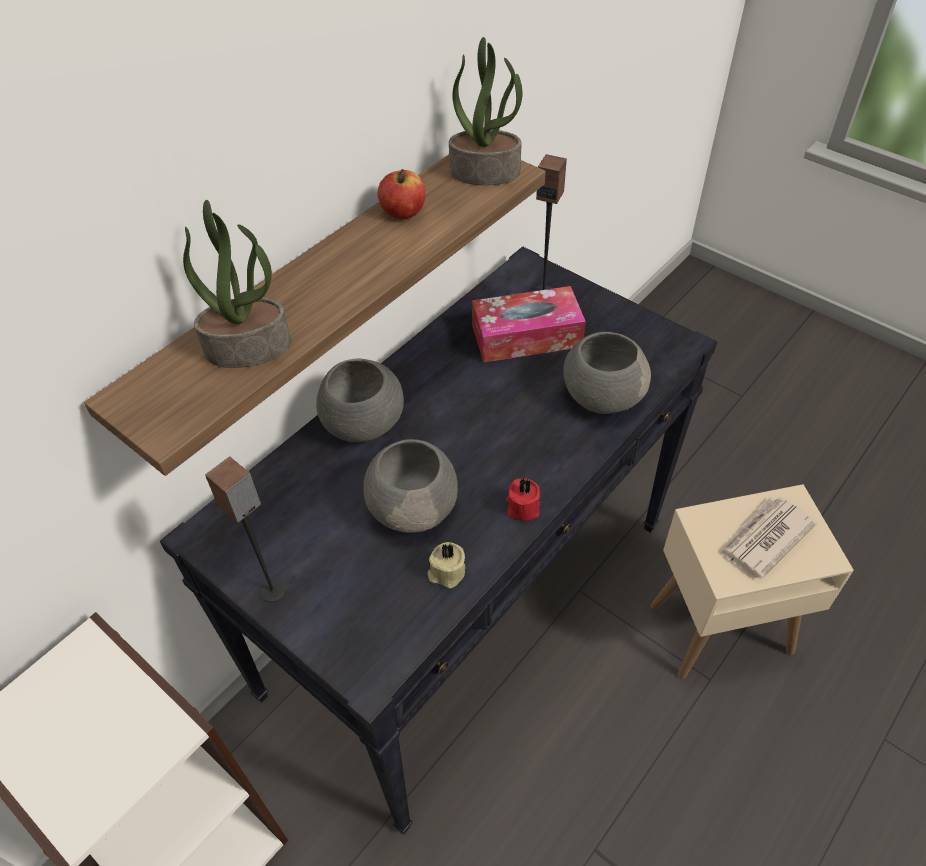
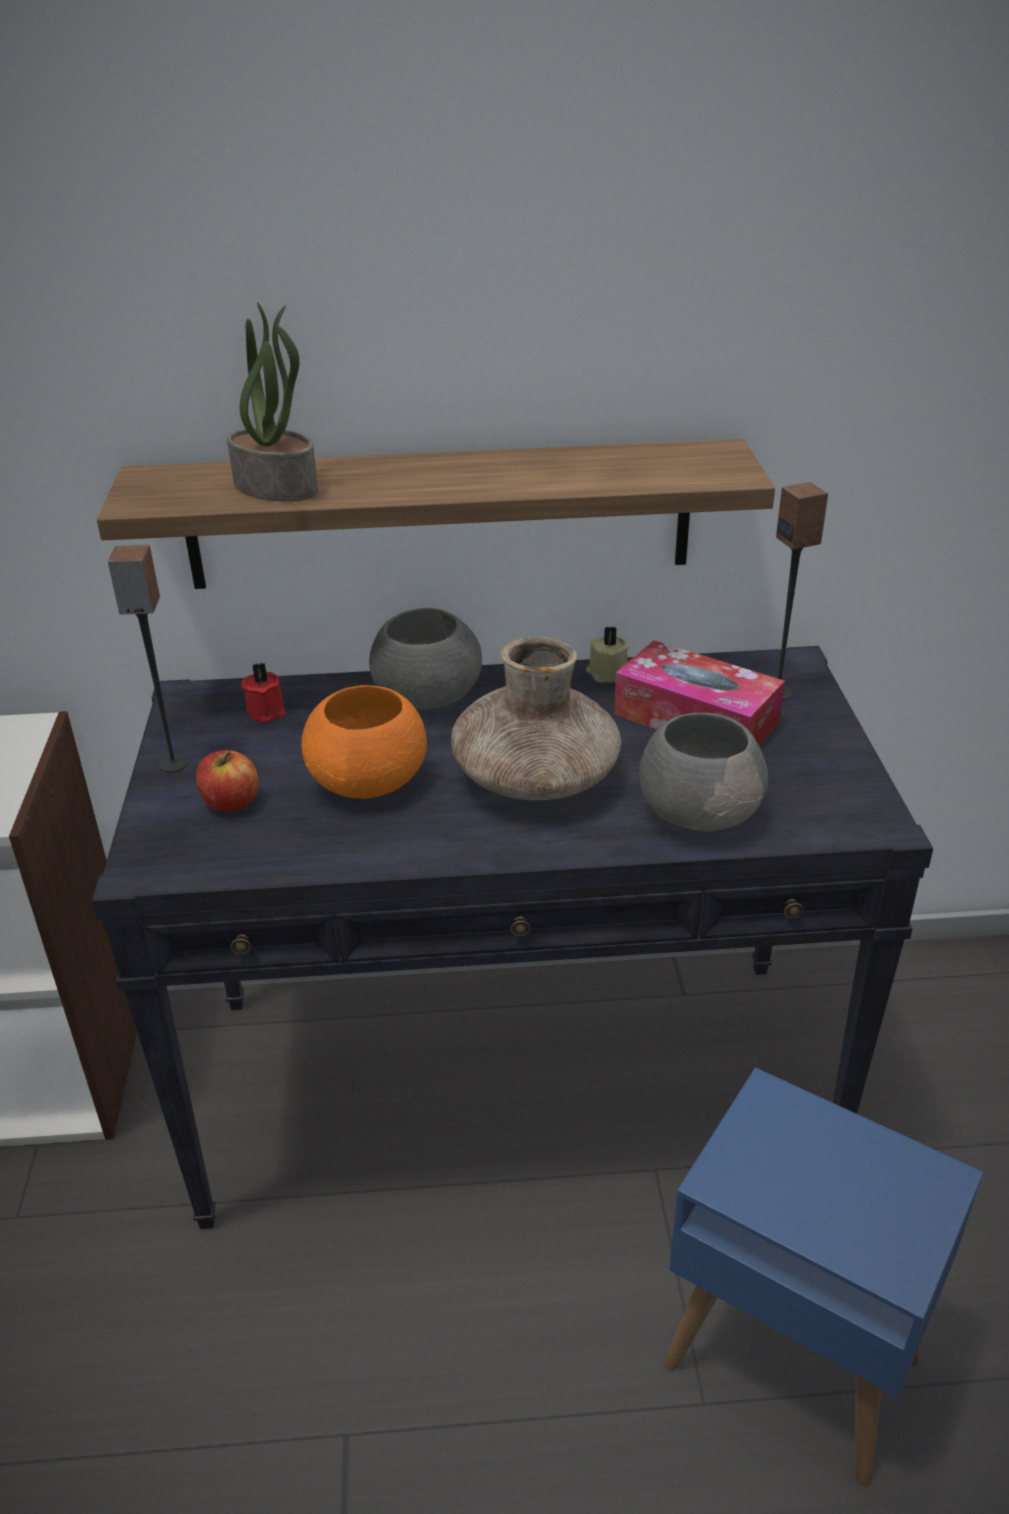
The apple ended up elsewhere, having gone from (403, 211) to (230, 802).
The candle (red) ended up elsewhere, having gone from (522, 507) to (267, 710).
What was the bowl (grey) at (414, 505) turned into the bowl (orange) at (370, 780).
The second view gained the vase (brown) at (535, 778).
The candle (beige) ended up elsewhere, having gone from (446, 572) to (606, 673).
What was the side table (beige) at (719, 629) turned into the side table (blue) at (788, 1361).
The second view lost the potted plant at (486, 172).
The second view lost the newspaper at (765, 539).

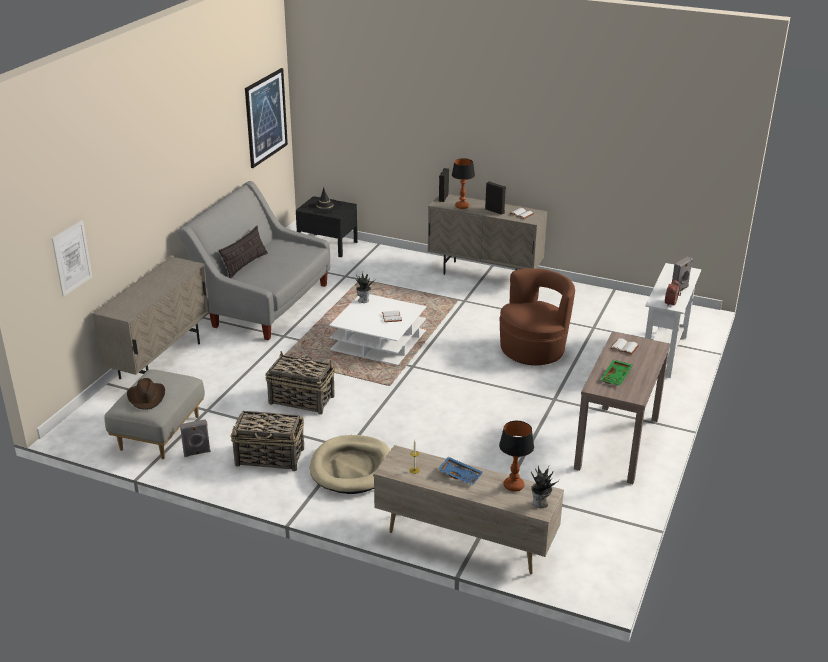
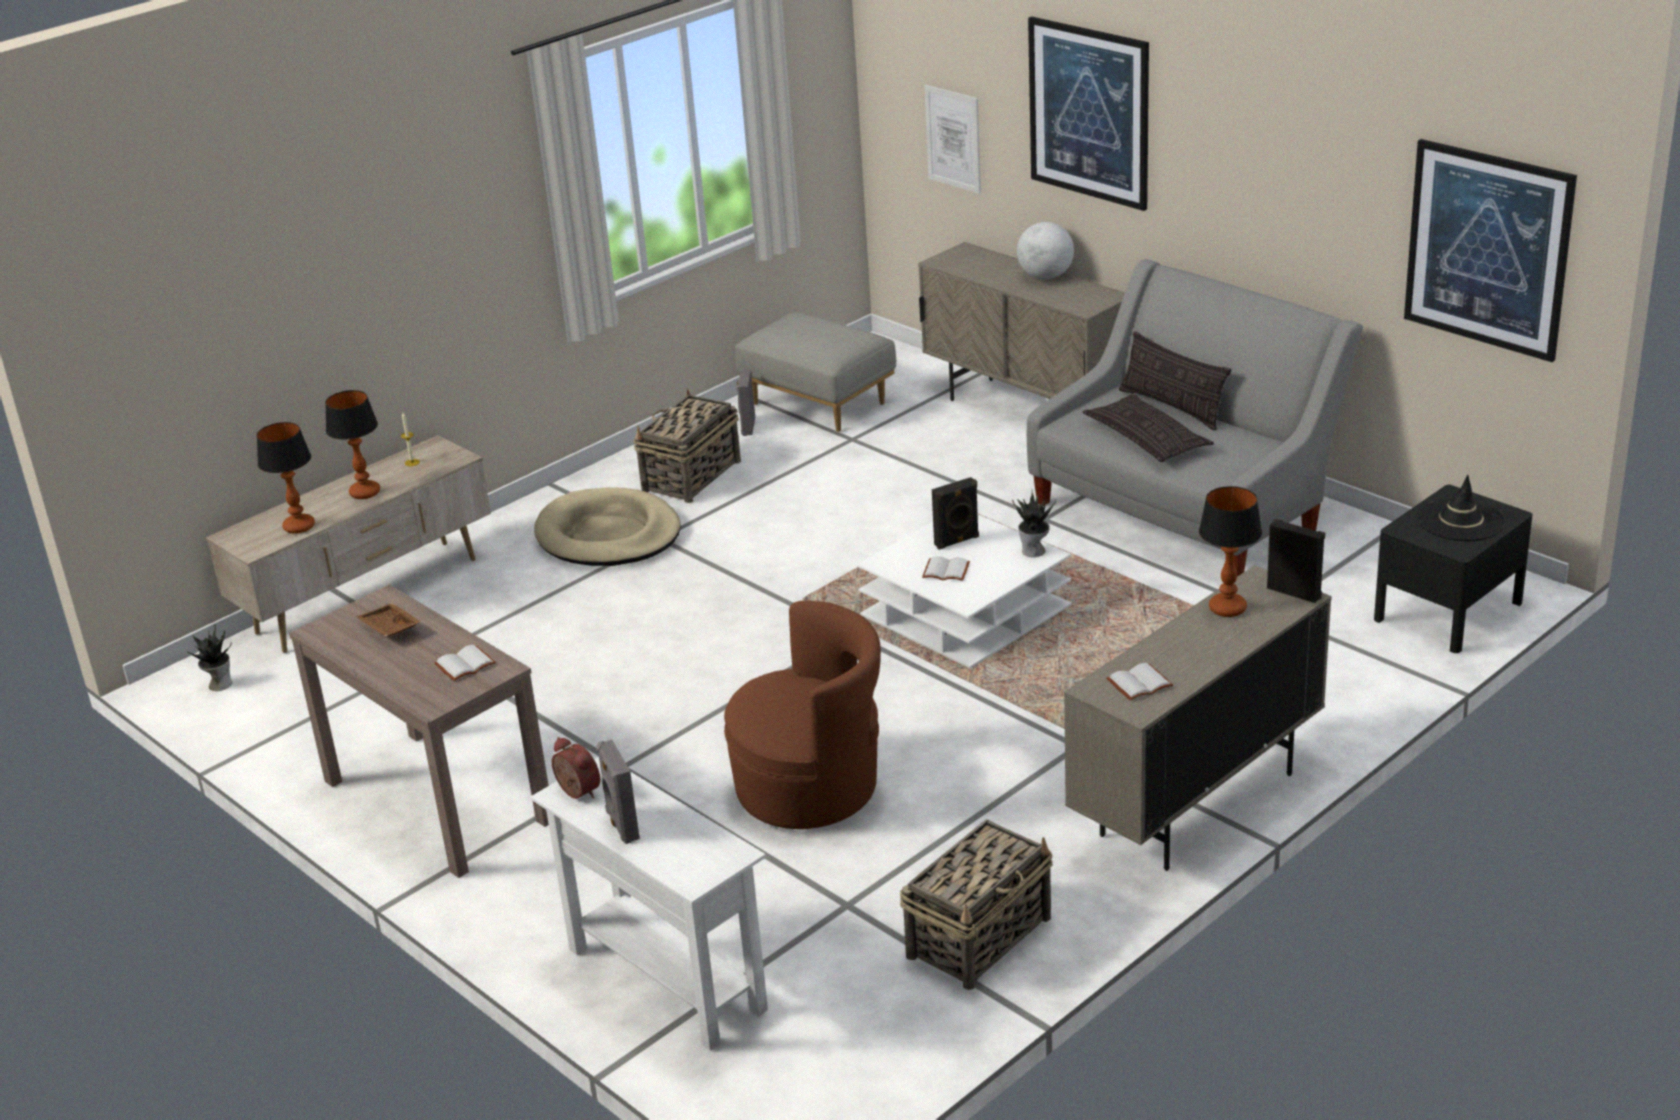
The potted plant ended up elsewhere, having gone from (540, 503) to (219, 684).
Where the tray (blue) stood at (460, 475), the table lamp came to stand at (366, 493).
What was the tray (green) at (616, 377) turned into the tray (brown) at (389, 628).
The armchair (brown) at (533, 350) ended up facing another way, 75 degrees counterclockwise from before.
The basket ended up elsewhere, having gone from (301, 399) to (980, 936).
The speaker (black) ended up elsewhere, having gone from (495, 211) to (957, 541).
The second view gained the globe at (1045, 276).
The second view gained the picture at (1089, 112).
The second view gained the pillow at (1146, 437).
The second view lost the hat (brown) at (147, 397).

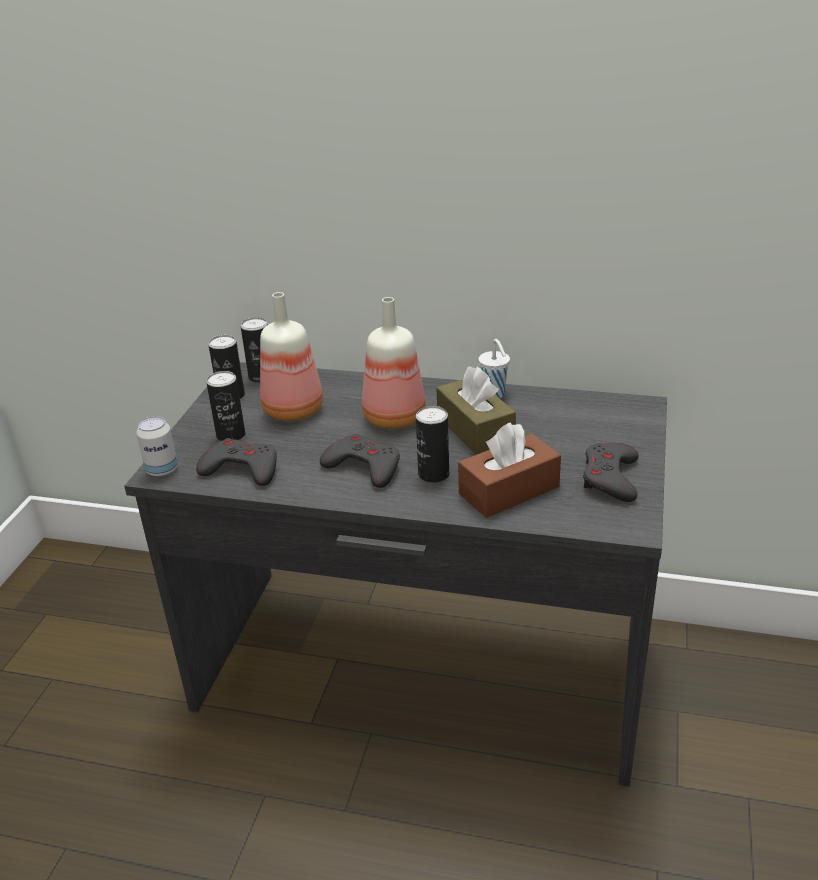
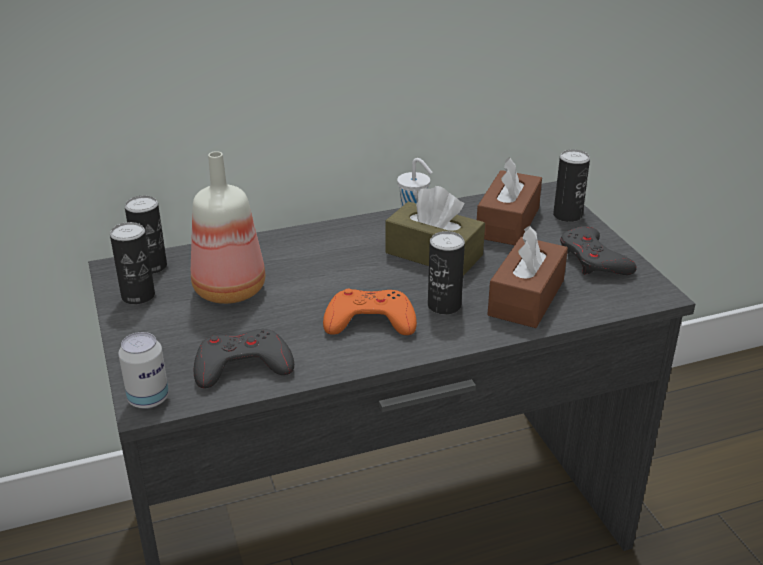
What was the game controller (grey) at (364, 467) turned into the game controller (orange) at (369, 321).
The second view gained the tissue box (brown) at (508, 223).
The can ended up elsewhere, having gone from (231, 435) to (567, 215).
The second view lost the bottle at (393, 419).

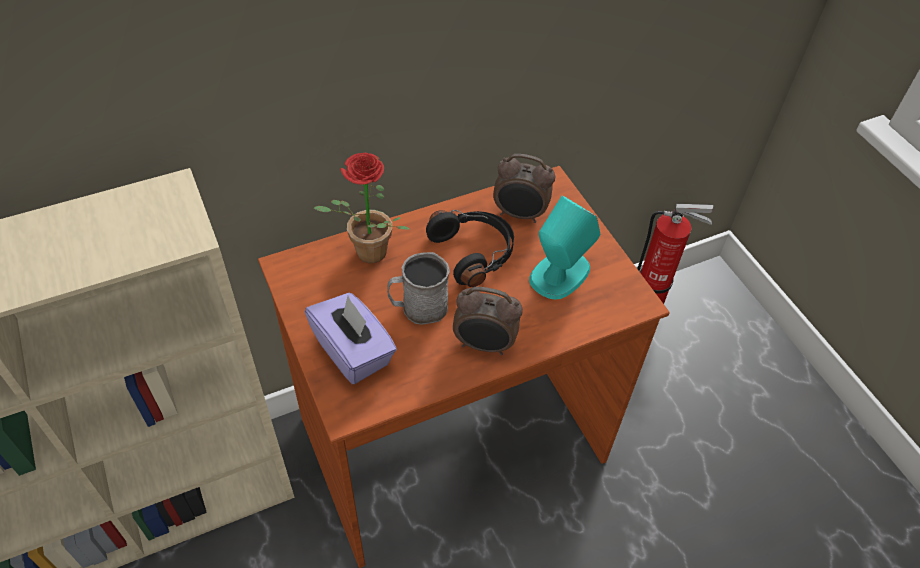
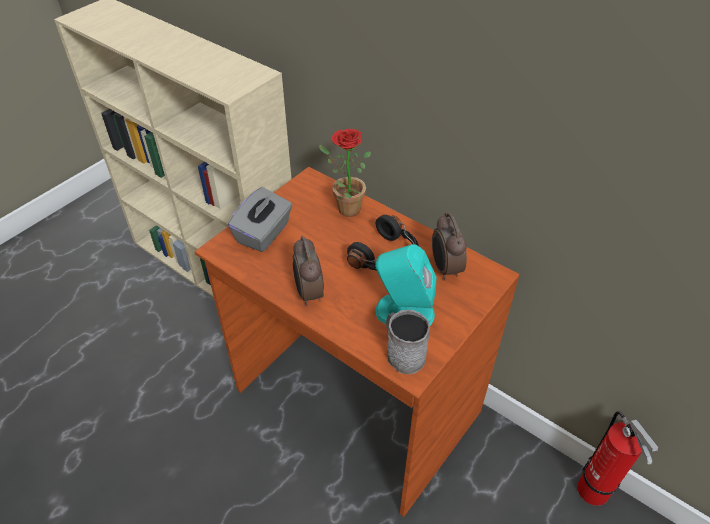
What was the tissue box (purple) at (353, 351) turned into the tissue box (grey) at (264, 233).
The mug (grey) ended up elsewhere, having gone from (418, 308) to (402, 353).

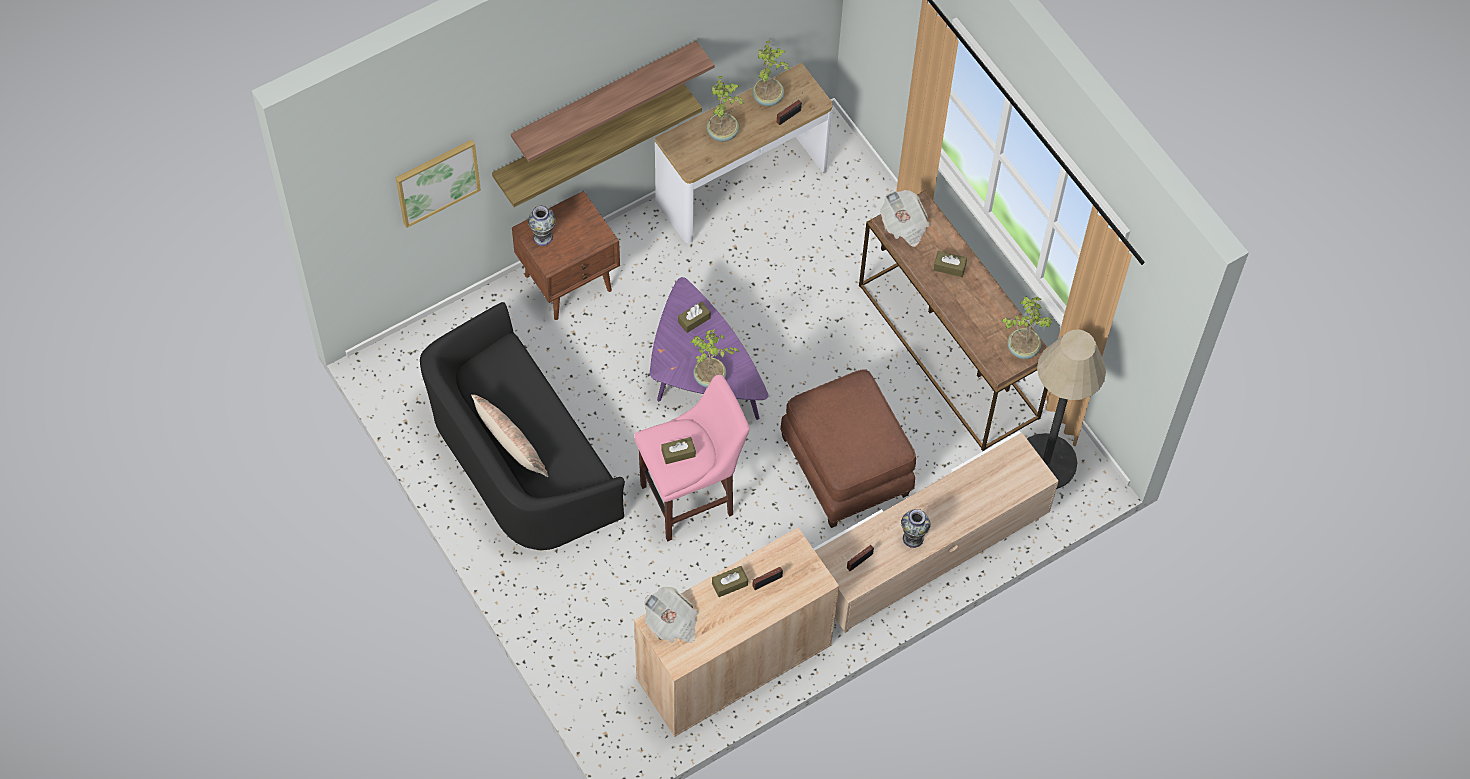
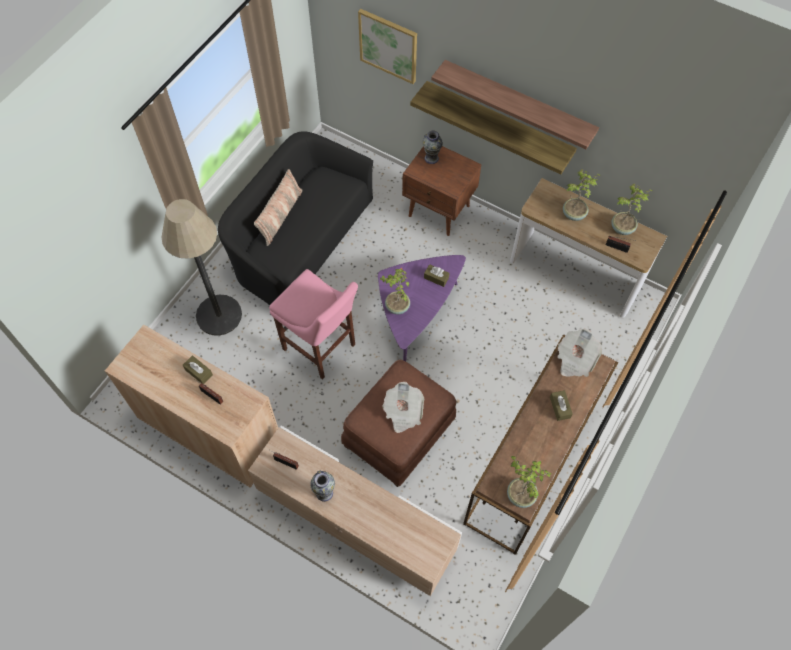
The floor lamp ended up elsewhere, having gone from (1045, 462) to (219, 315).
The newspaper ended up elsewhere, having gone from (672, 623) to (403, 412).
The second view lost the tissue box (brown) at (678, 453).

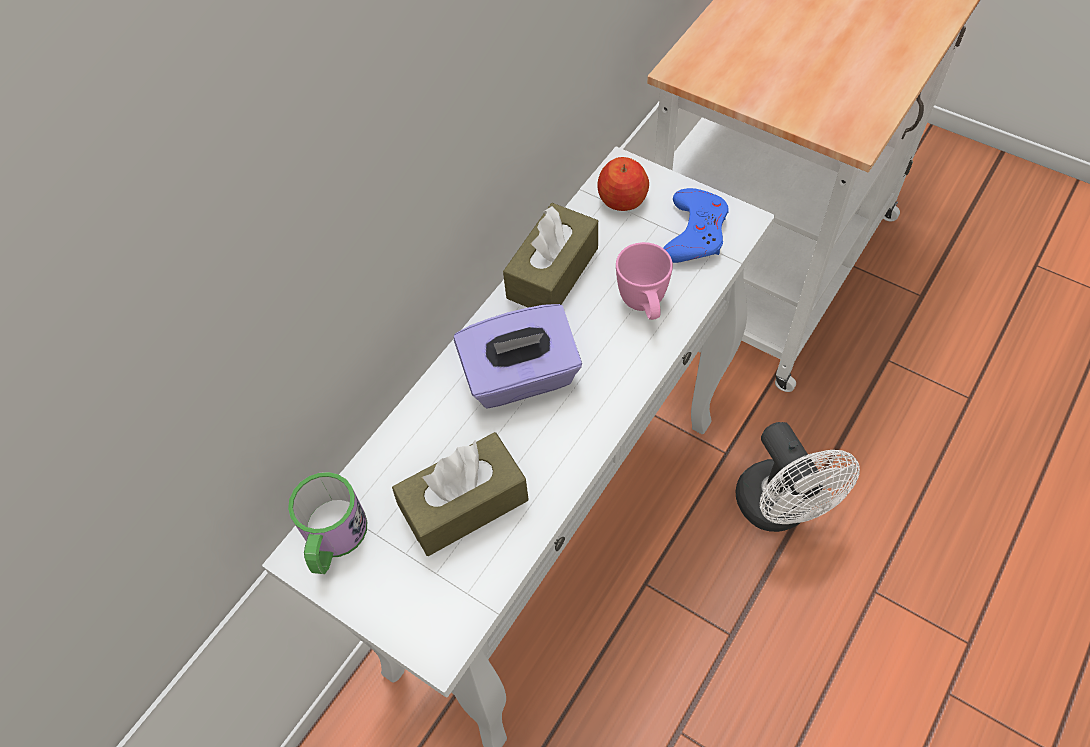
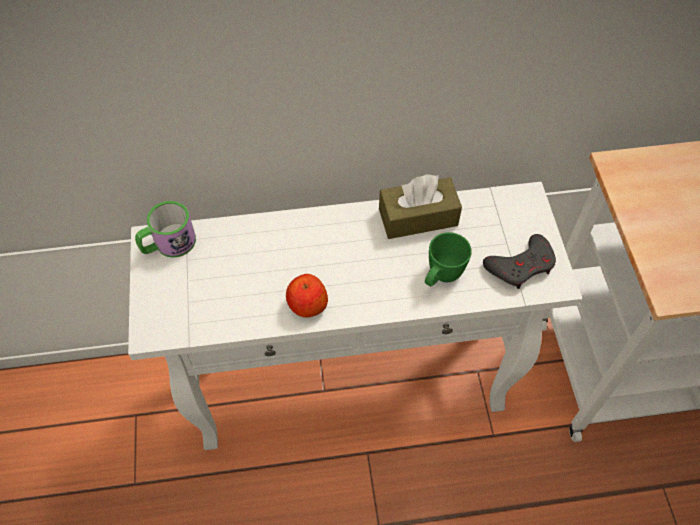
The apple ended up elsewhere, having gone from (622, 200) to (307, 304).
What was the mug (pink) at (644, 307) turned into the mug (green) at (441, 277).
What was the game controller (blue) at (695, 232) turned into the game controller (grey) at (521, 265).
The second view lost the tissue box (brown) at (464, 504).
The second view lost the tissue box (purple) at (521, 378).
The second view lost the fan (white) at (780, 510).

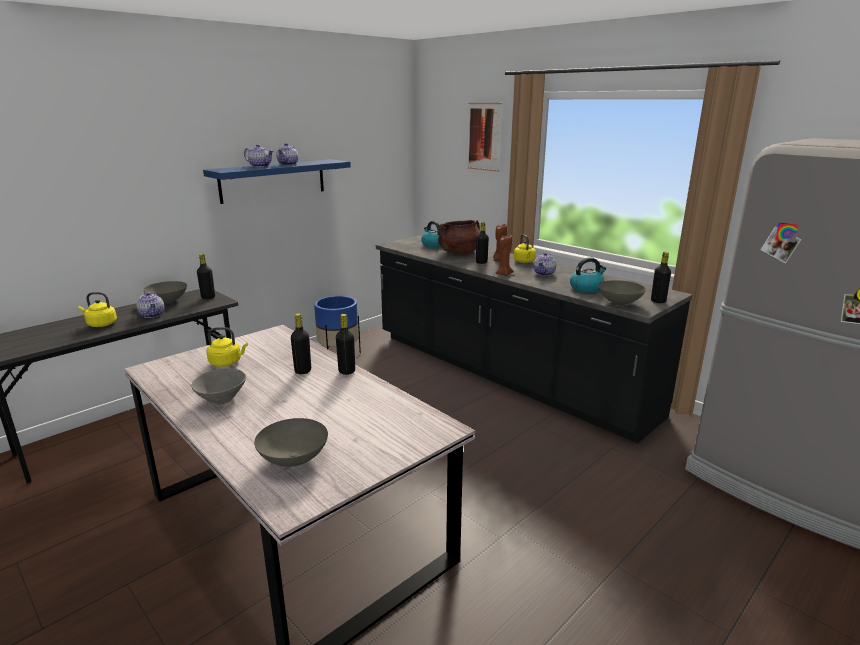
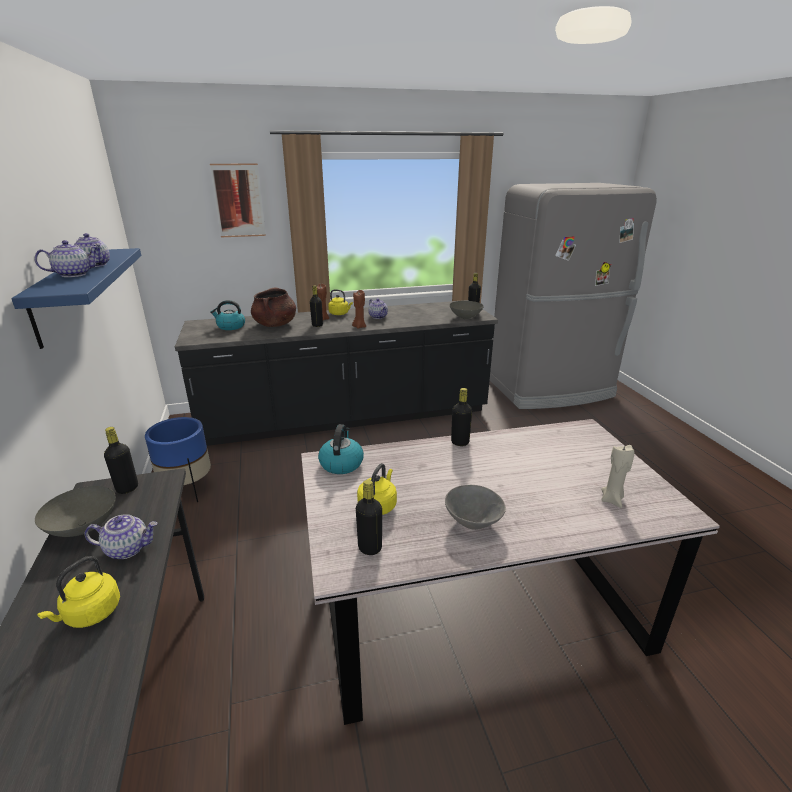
The kettle ended up elsewhere, having gone from (586, 288) to (341, 463).
The bottle (black) ended up elsewhere, having gone from (303, 371) to (370, 548).
Where the bowl (grey) stood at (293, 459), the candle (beige) came to stand at (612, 500).

